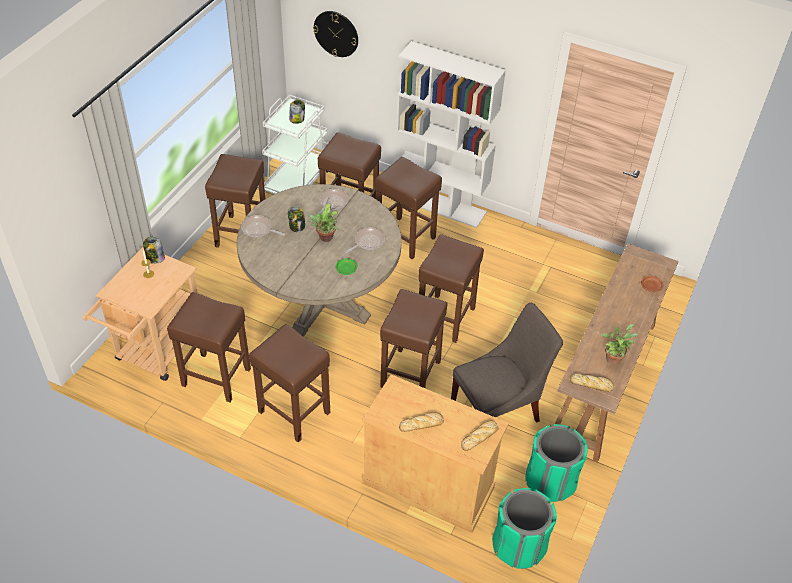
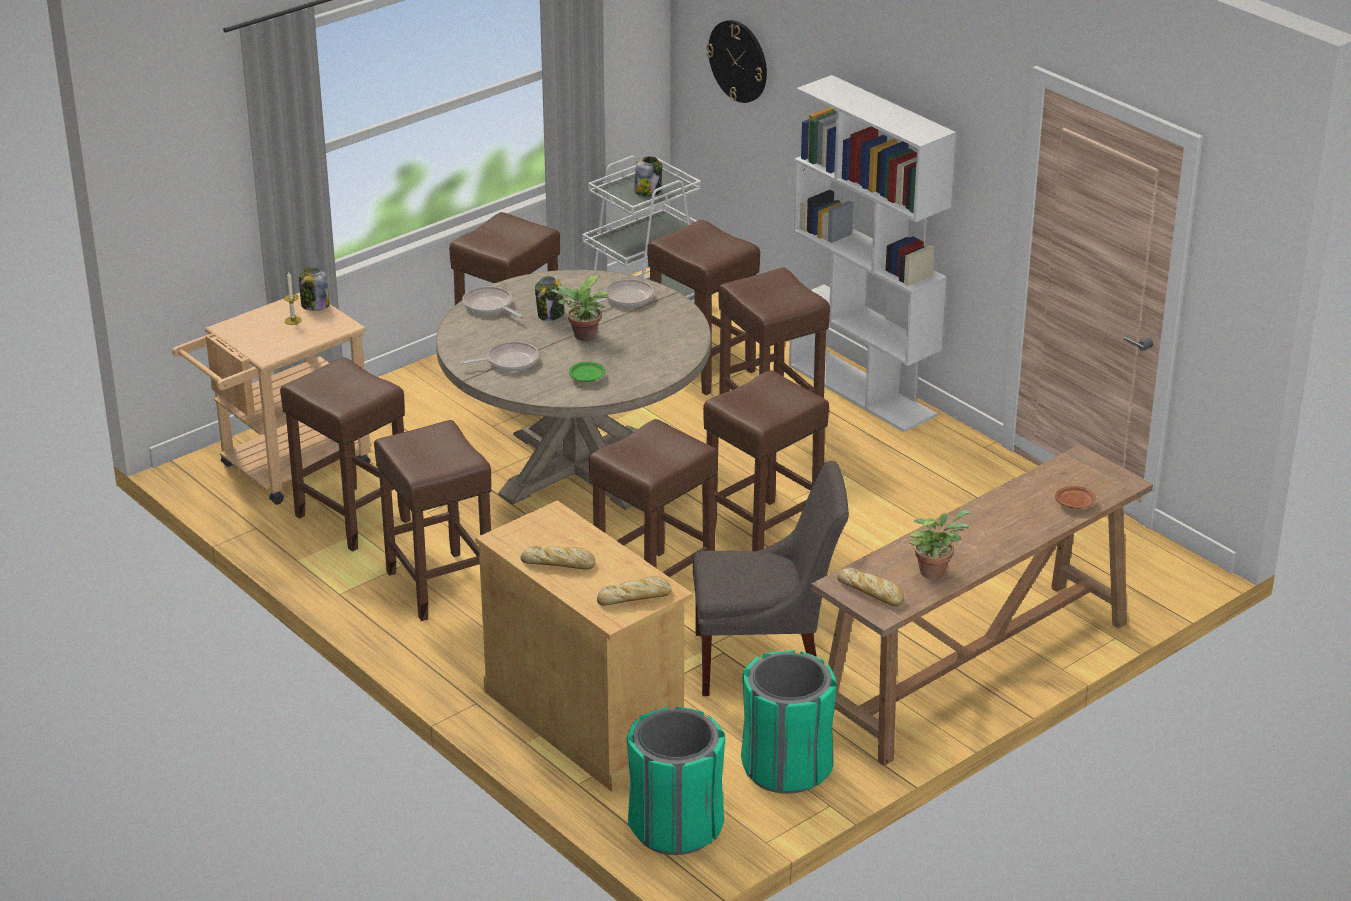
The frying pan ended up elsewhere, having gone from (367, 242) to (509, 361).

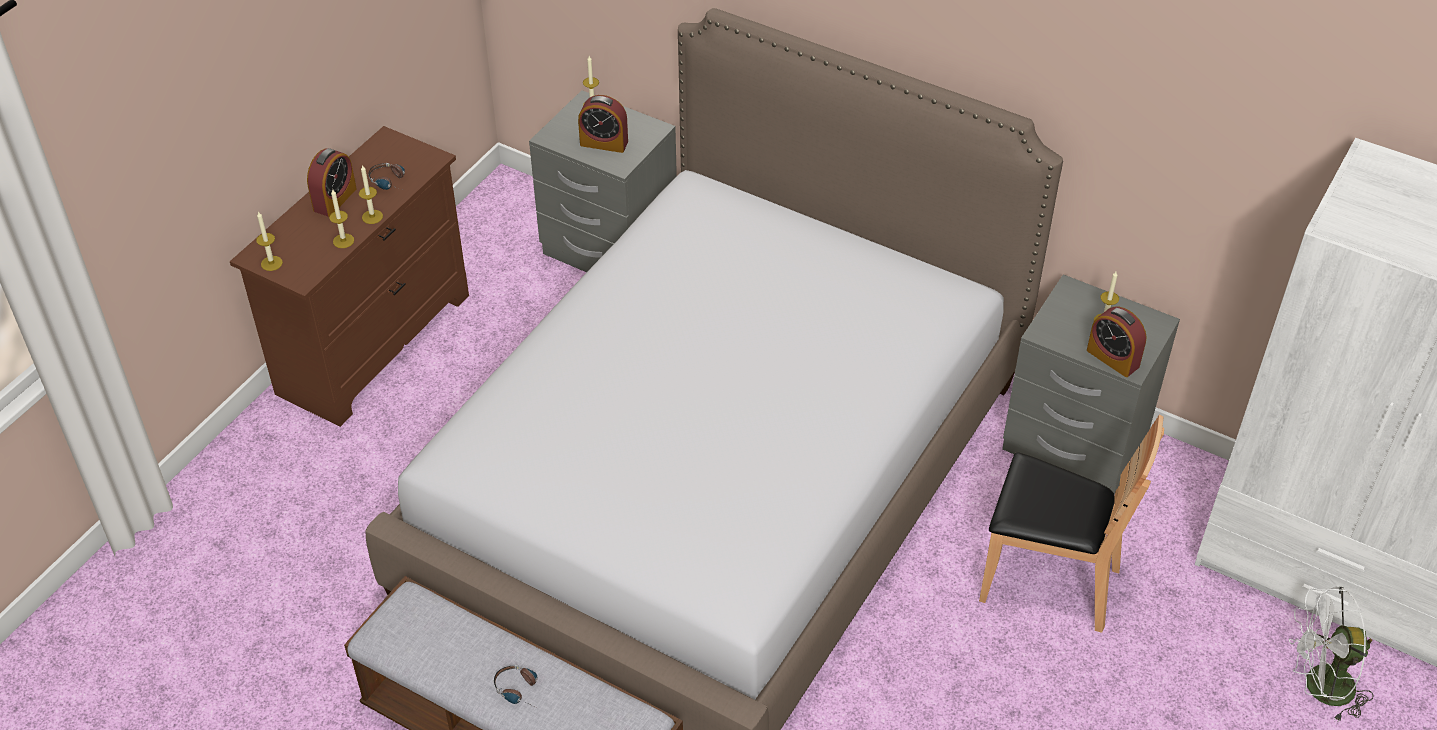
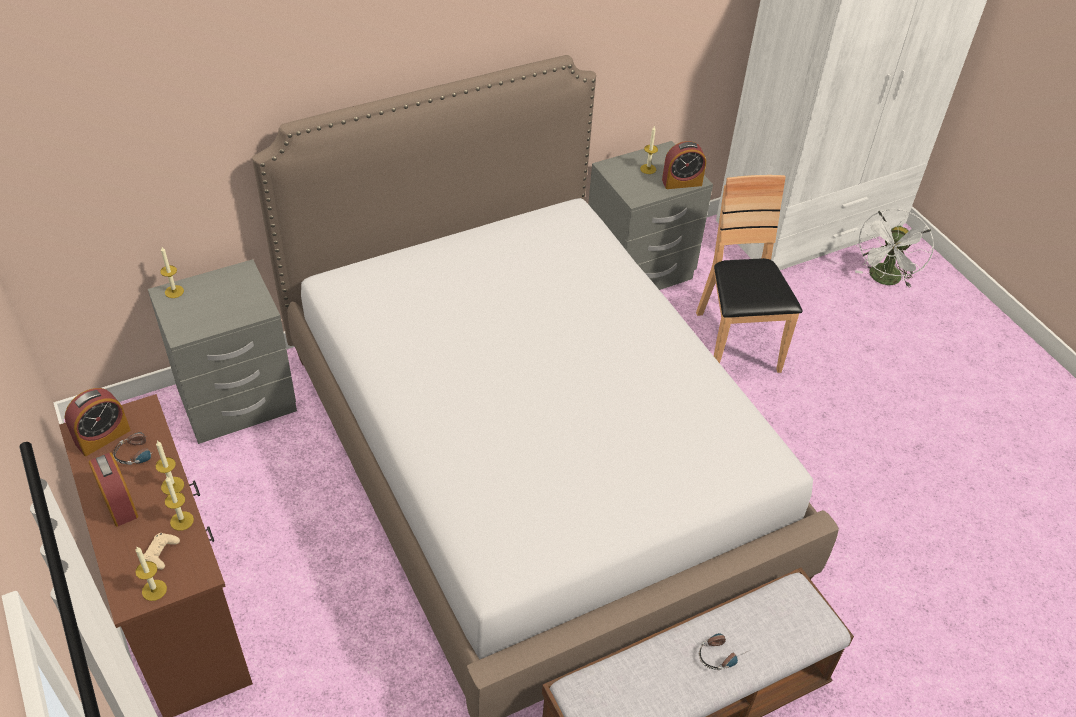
The alarm clock ended up elsewhere, having gone from (604, 143) to (102, 437).
The second view gained the game controller (beige) at (161, 553).
The chair (brown) at (1048, 581) ended up facing another way, 60 degrees counterclockwise from before.

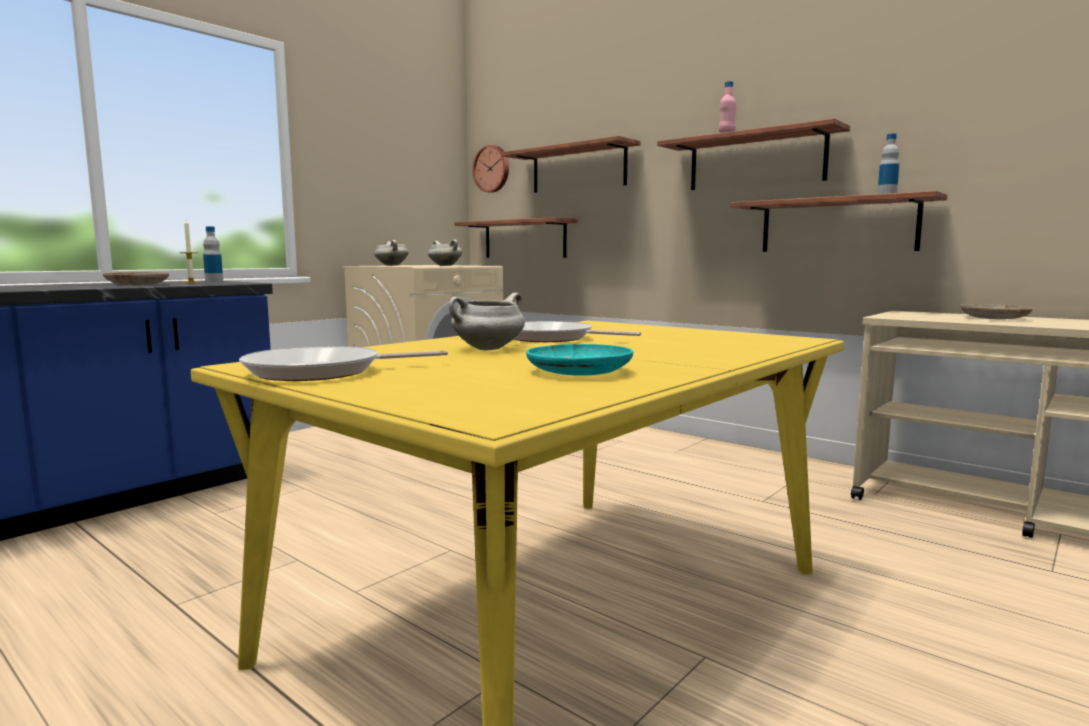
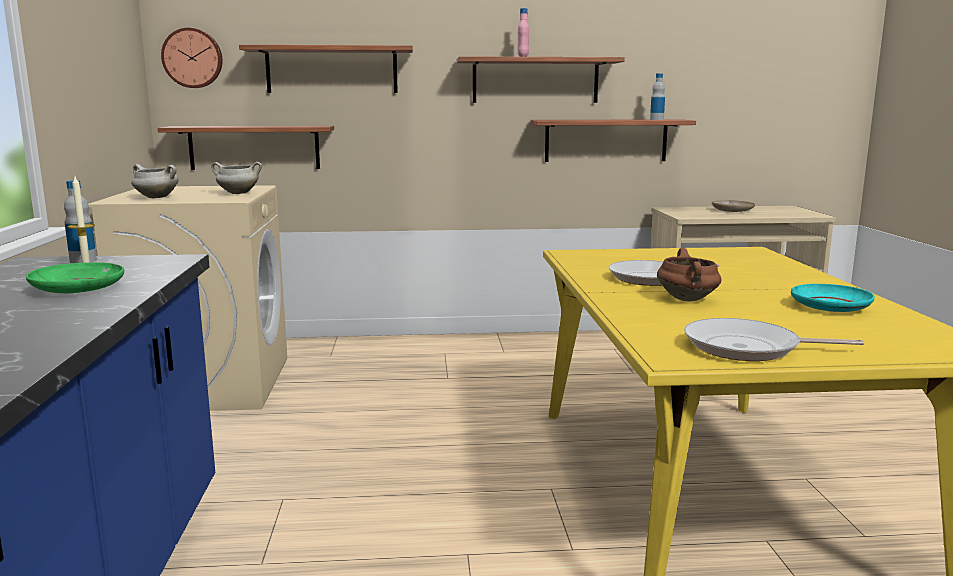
What was the plate (beige) at (138, 284) turned into the plate (green) at (78, 288).
What was the cooking pot (white) at (488, 349) turned into the cooking pot (brown) at (688, 299).
The frying pan at (322, 372) ended up facing another way, 75 degrees clockwise from before.

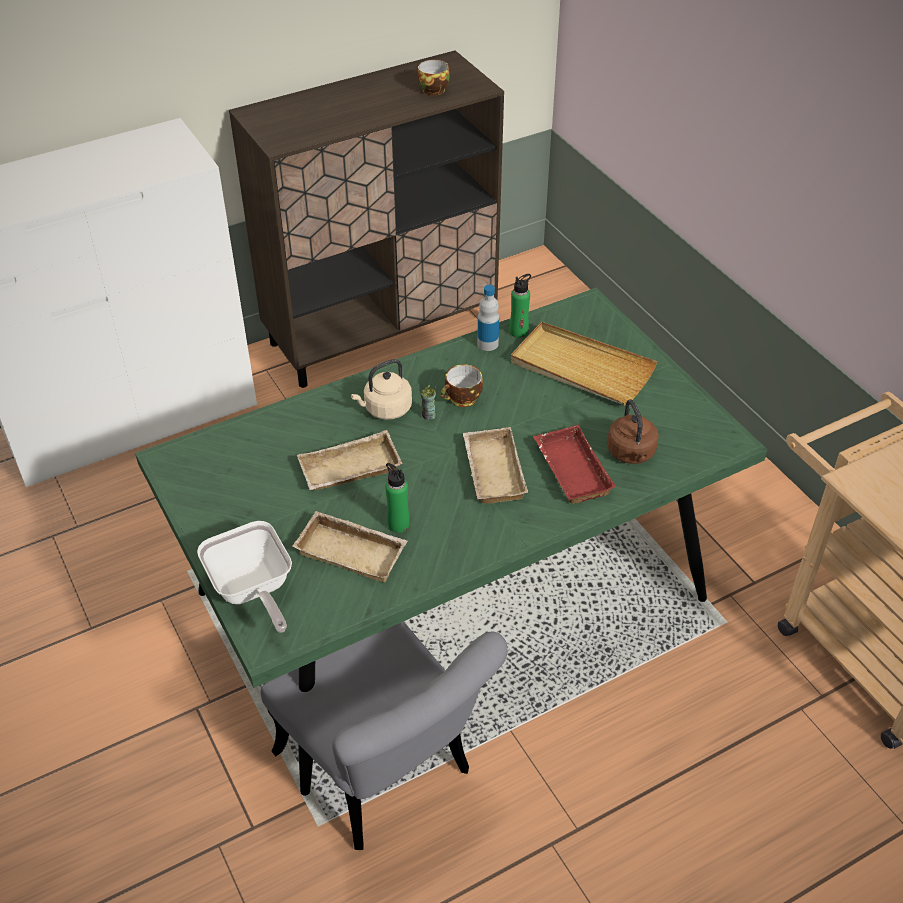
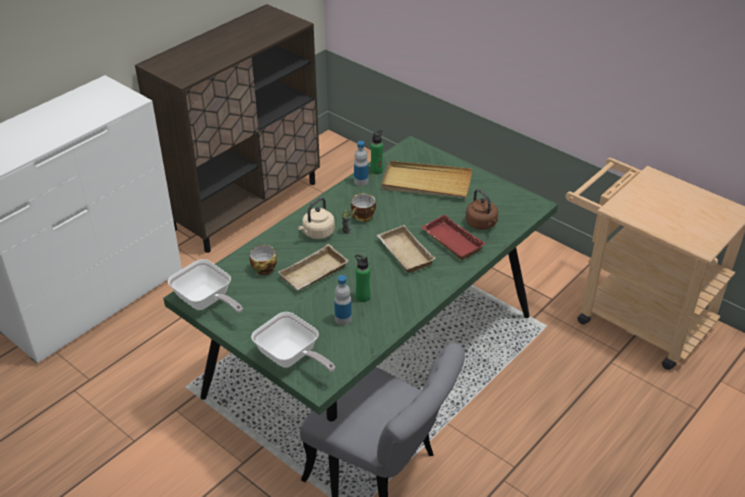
The second view gained the frying pan at (206, 302).
The cup ended up elsewhere, having gone from (433, 89) to (263, 268).
Where the tray (beige) stood at (353, 551), the bottle came to stand at (343, 319).

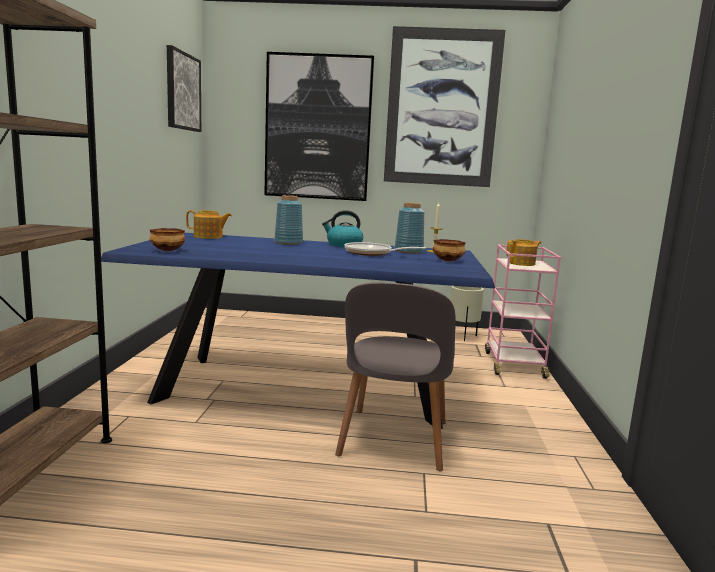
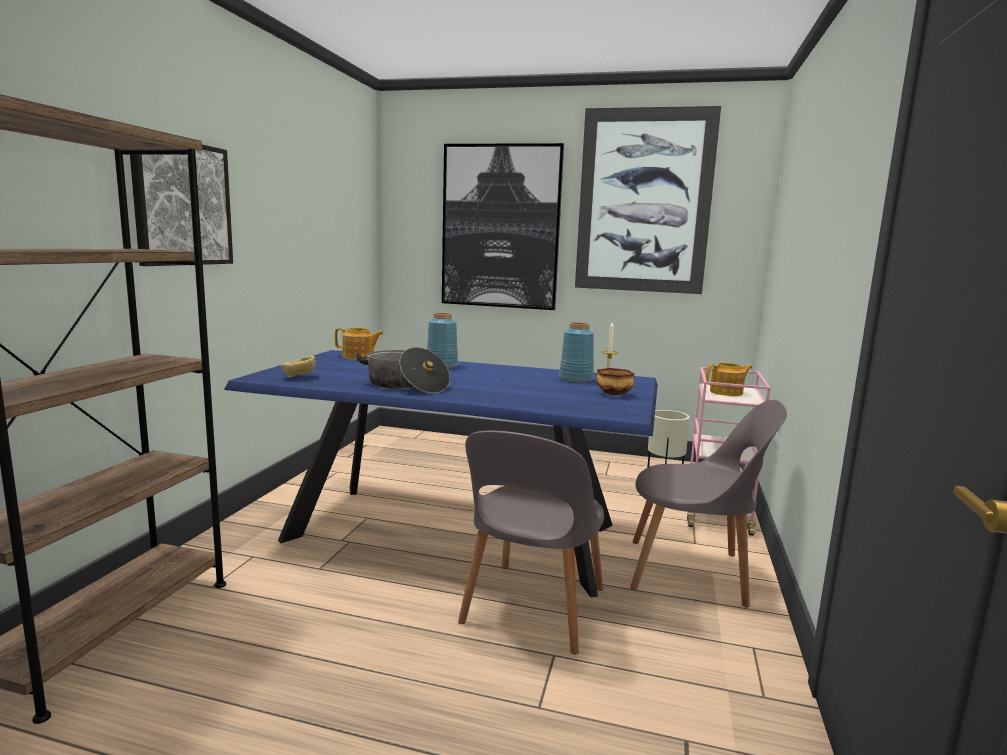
The picture ended up elsewhere, having gone from (182, 91) to (182, 203).
Where the bowl stood at (168, 250), the bread came to stand at (299, 377).
The second view gained the cooking pot at (405, 386).
The second view gained the chair (grey) at (692, 572).
The second view lost the kettle at (343, 245).
The second view lost the frying pan at (372, 253).

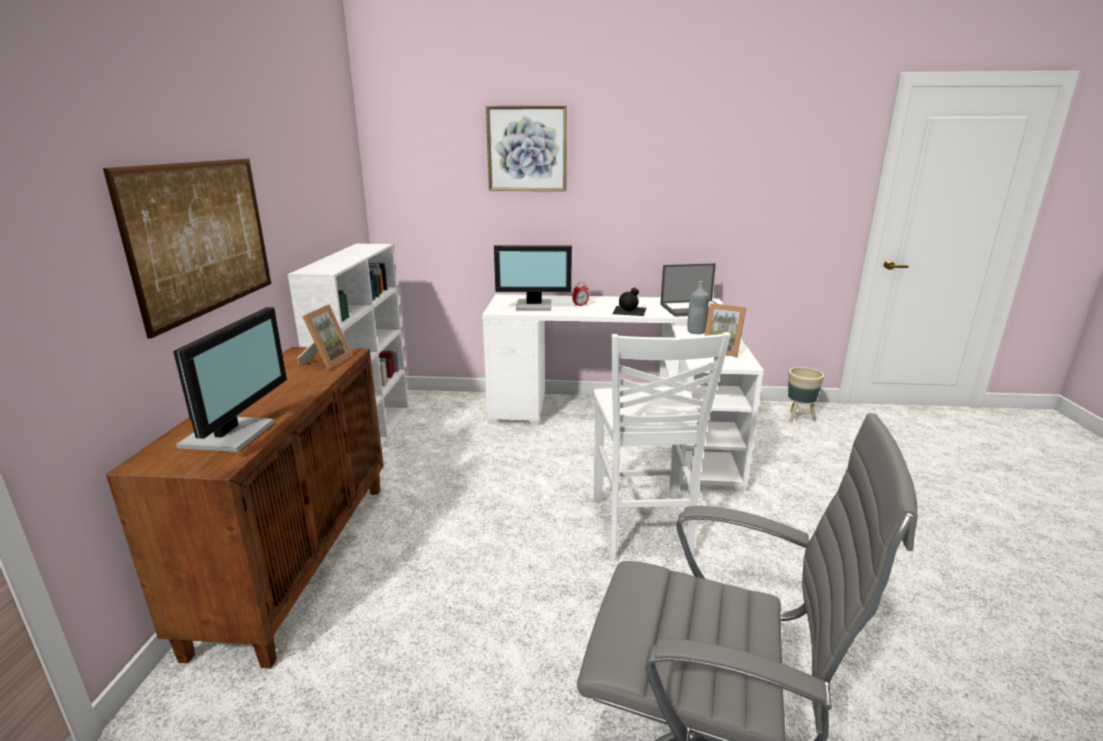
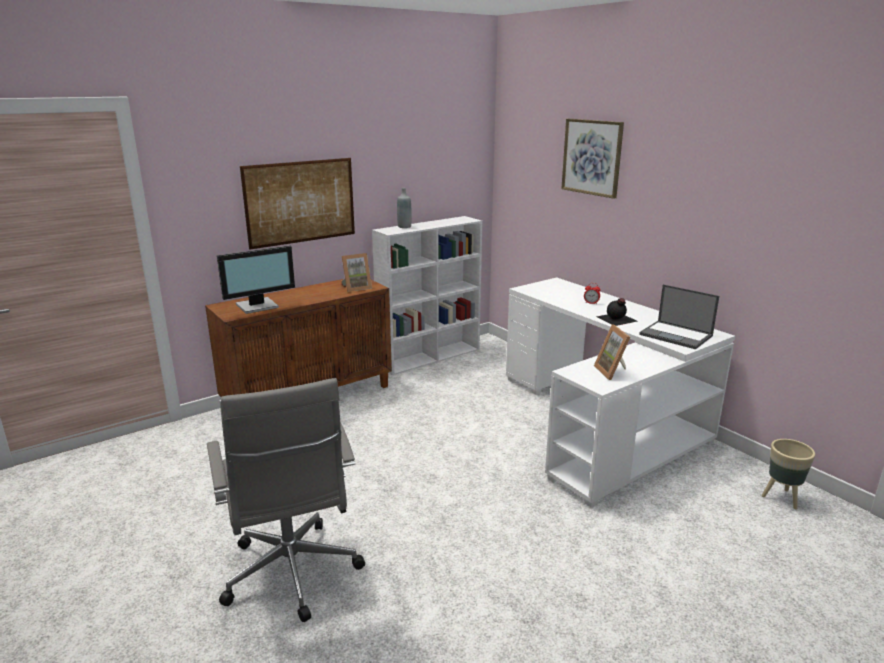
The bottle (grey) ended up elsewhere, having gone from (696, 331) to (404, 227).
The second view lost the monitor at (534, 306).
The second view lost the chair (white) at (642, 528).

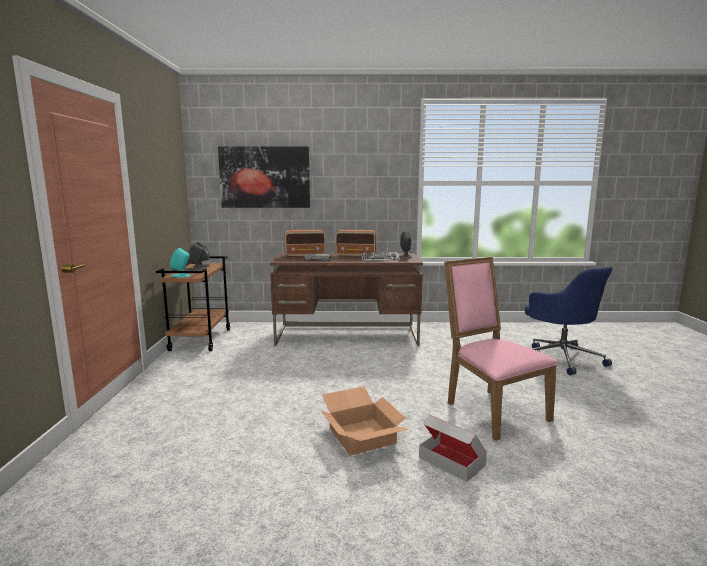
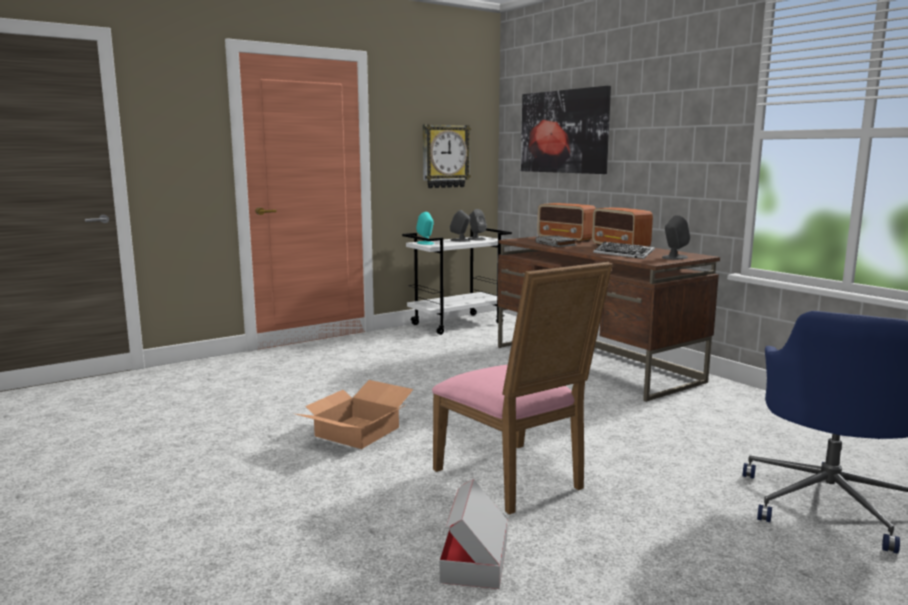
What was the cart (brown) at (200, 339) turned into the cart (white) at (457, 324).
The second view gained the wall clock at (445, 156).
The chair (pink) at (491, 410) ended up facing another way, 120 degrees clockwise from before.
The cardboard box ended up elsewhere, having gone from (452, 461) to (475, 560).

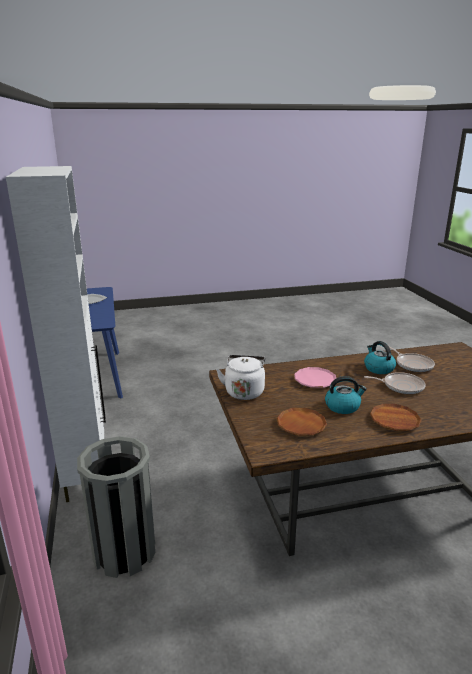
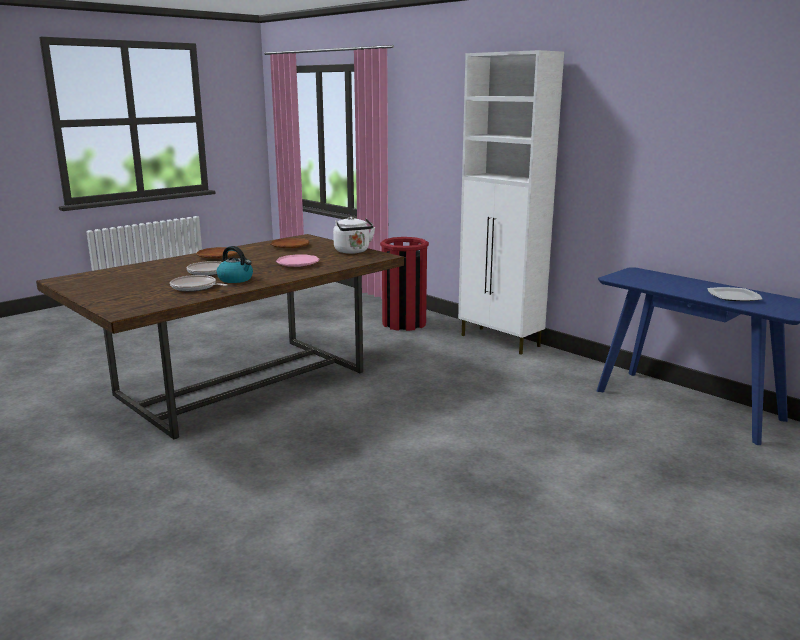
What was the trash can (grey) at (124, 552) turned into the trash can (red) at (404, 323).
The second view lost the kettle at (343, 406).

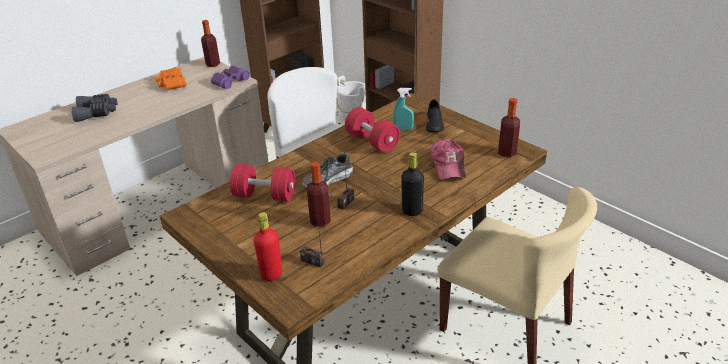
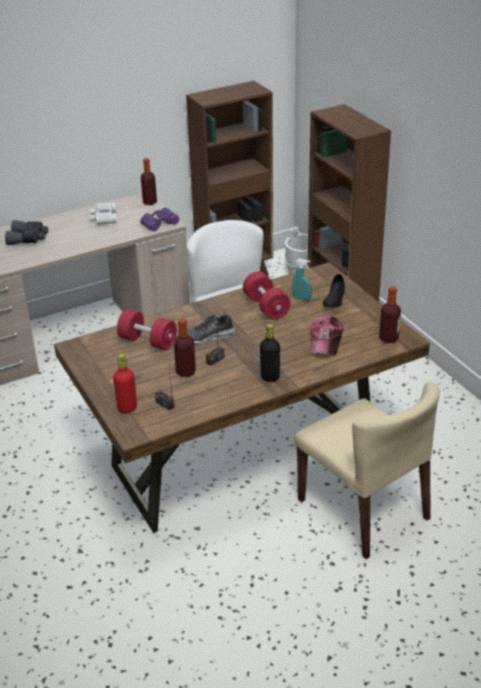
What was the binoculars (orange) at (171, 84) turned into the binoculars (white) at (104, 218).

